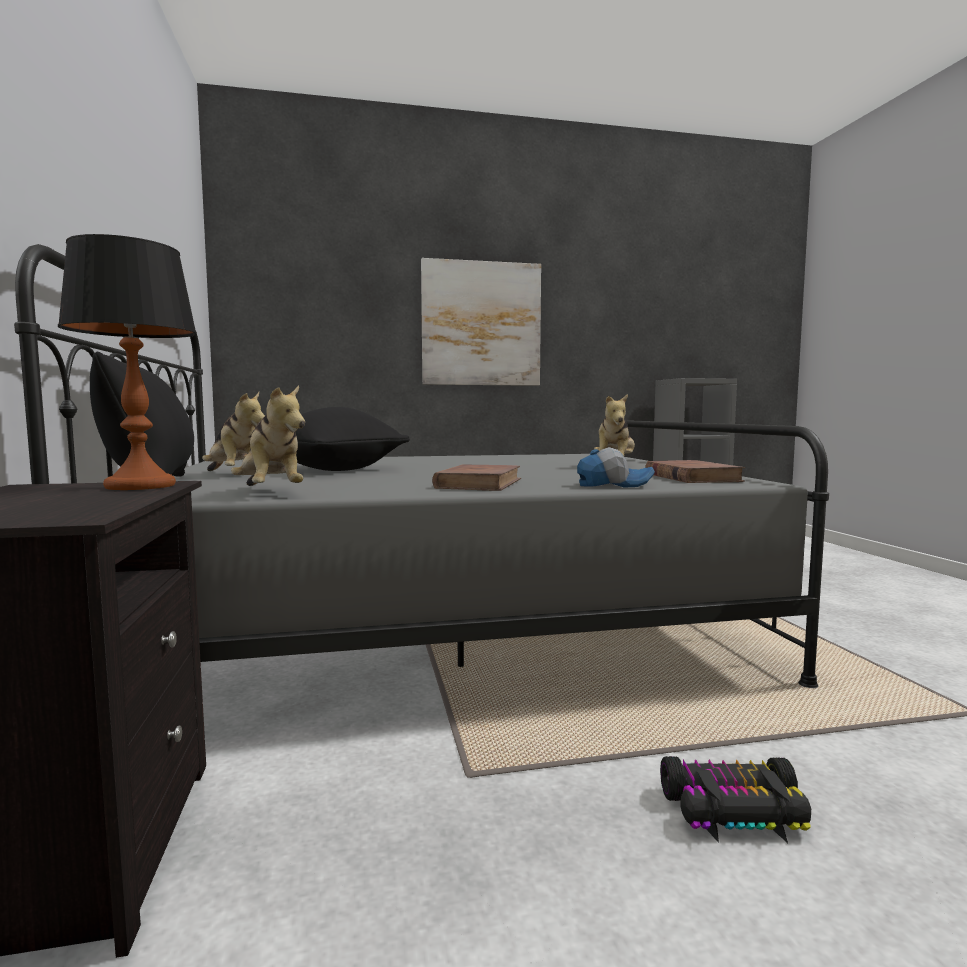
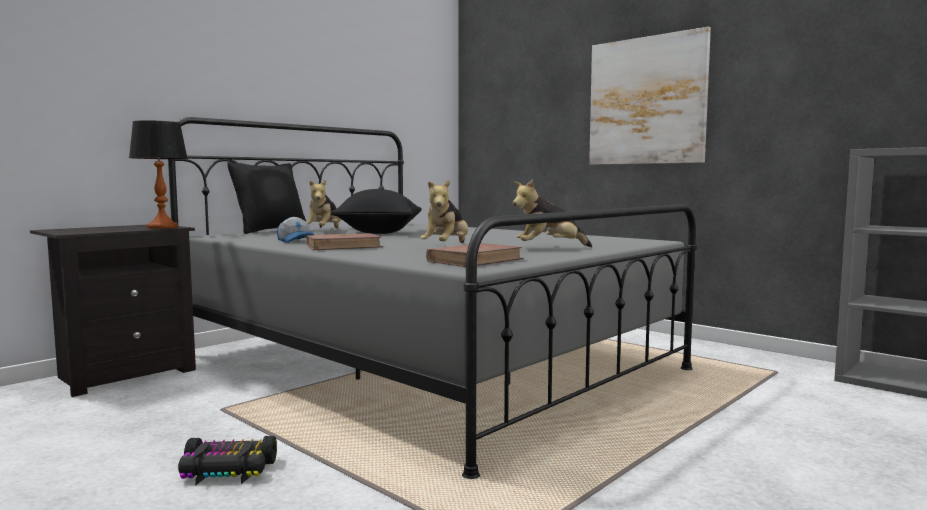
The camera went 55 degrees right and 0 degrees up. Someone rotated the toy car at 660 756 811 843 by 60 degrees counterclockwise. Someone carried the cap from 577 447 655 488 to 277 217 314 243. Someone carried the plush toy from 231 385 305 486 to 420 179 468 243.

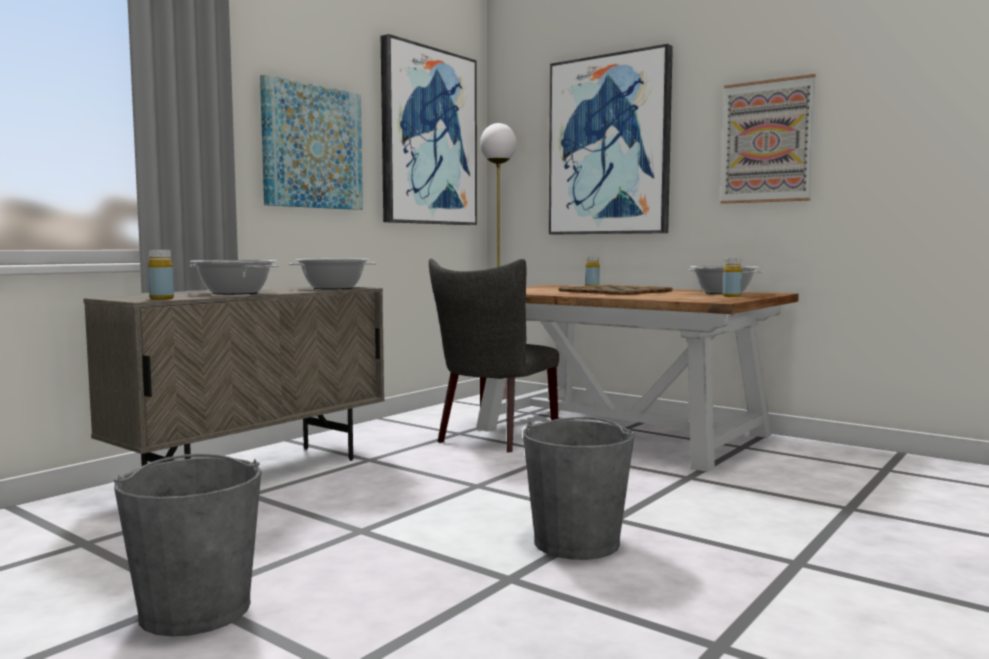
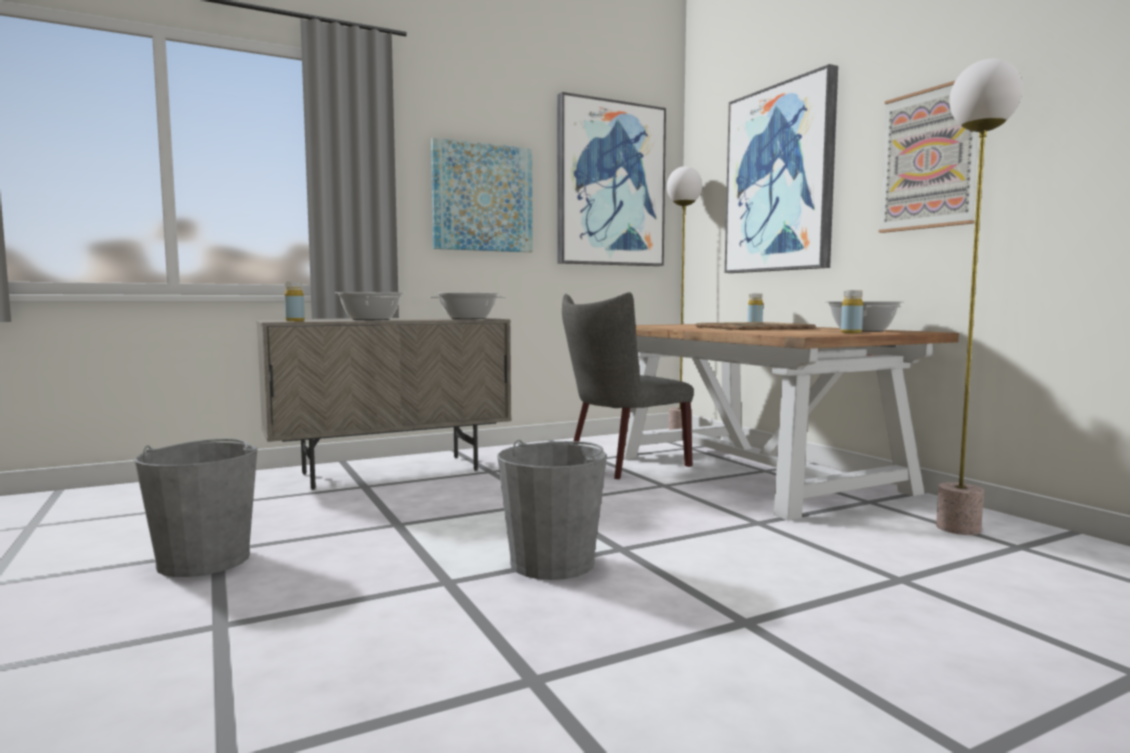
The camera went 25 degrees right and 0 degrees up. Someone put down the floor lamp at 936 59 1023 535.

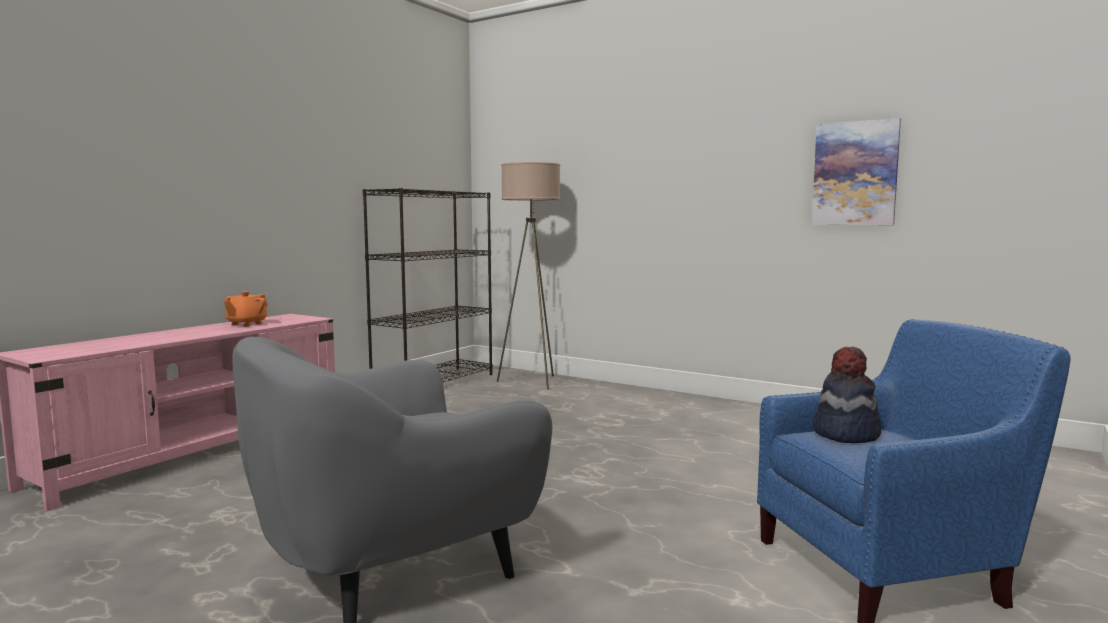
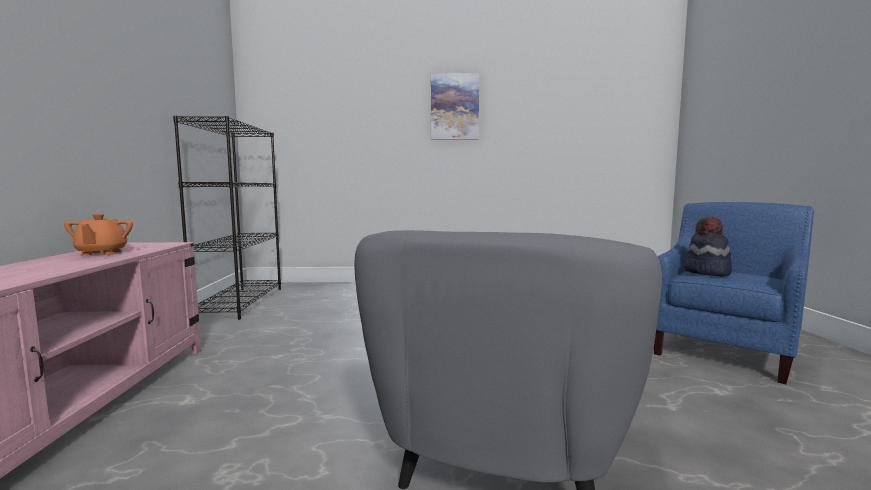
The camera went 35 degrees left and 0 degrees up. Someone carried the picture from 812 118 901 225 to 431 73 479 140. Someone took away the beige floor lamp at 497 162 560 390.

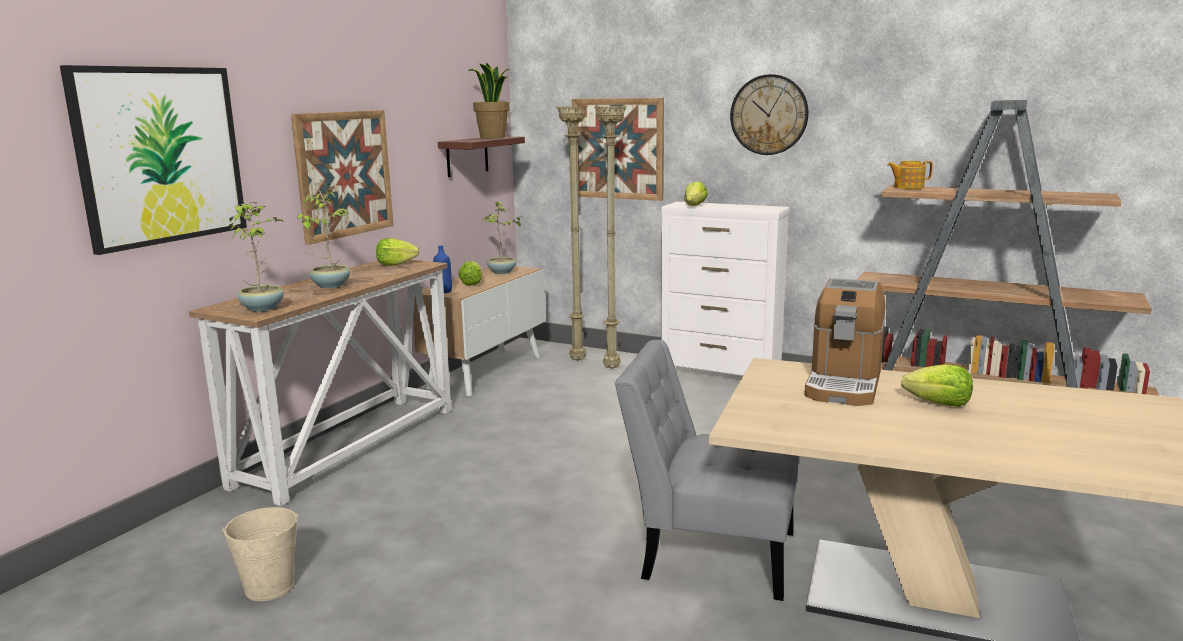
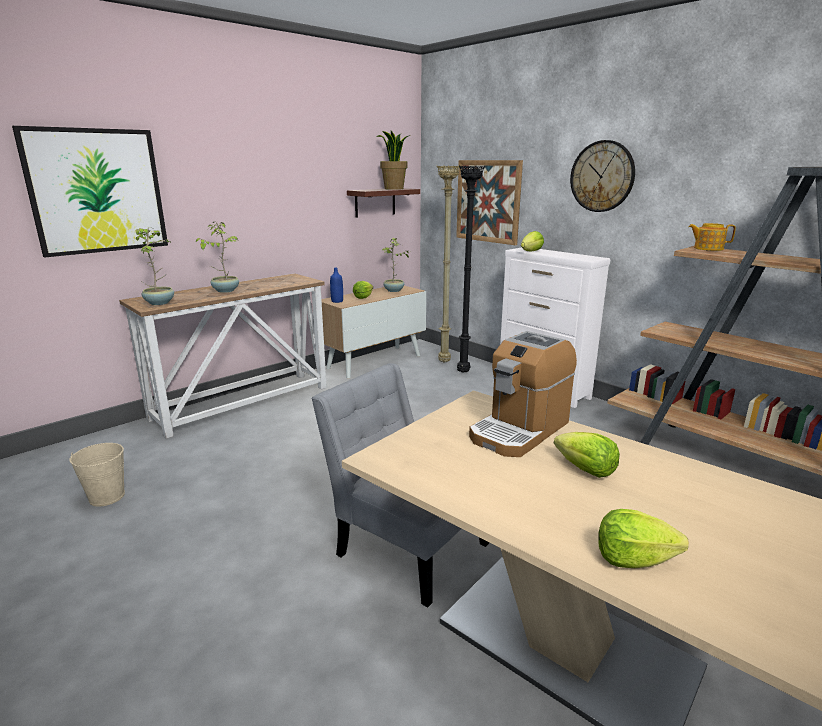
The camera went 20 degrees right and 5 degrees up. Someone repainted the beige floor lamp at 594 106 627 369, which became the black floor lamp at 457 166 485 373. Someone carried the lettuce from 376 238 419 266 to 598 509 689 568. Someone took away the picture at 291 110 394 245.

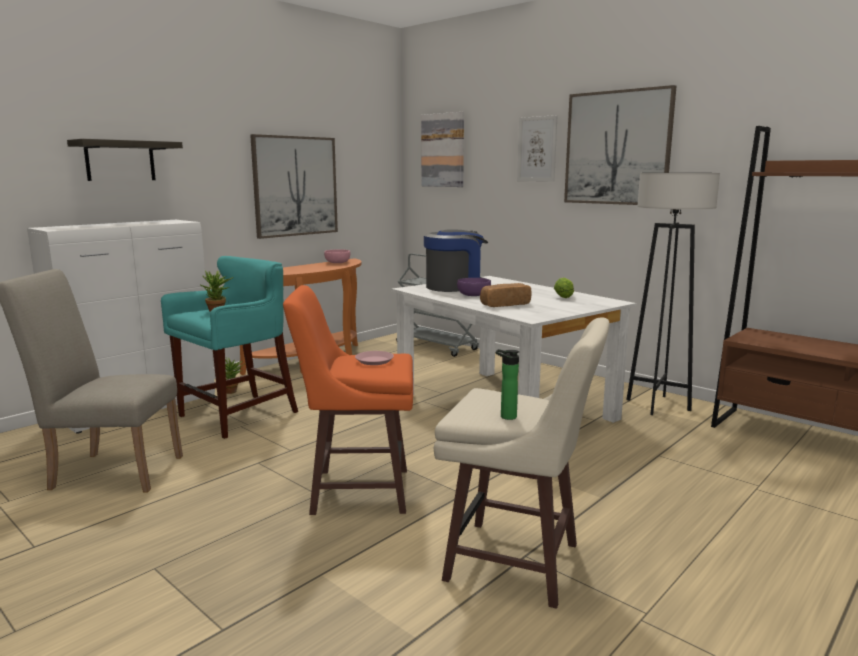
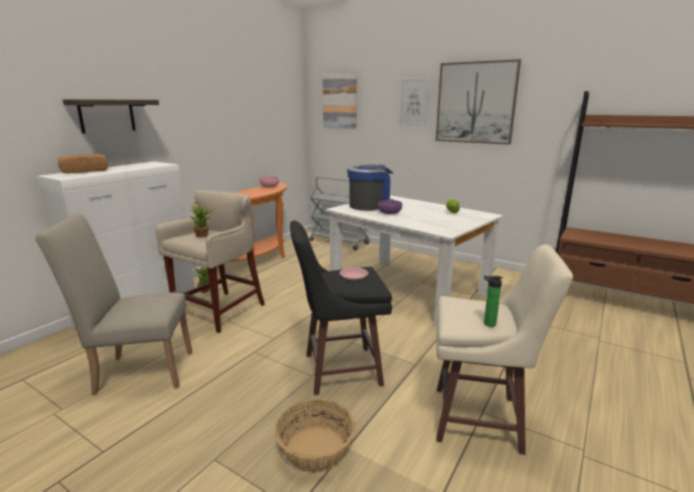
The camera went 10 degrees left and 5 degrees up. Someone carried the bread from 480 283 531 307 to 58 154 108 173. Someone repainted the turquoise stool at 161 256 298 439, which became the beige stool at 155 190 265 333. Someone put down the basket at 275 399 355 472. Someone repainted the orange stool at 283 285 413 515, which became the black stool at 290 221 392 395. Someone took away the picture at 250 134 338 239. Someone took away the grey floor lamp at 626 173 720 415.

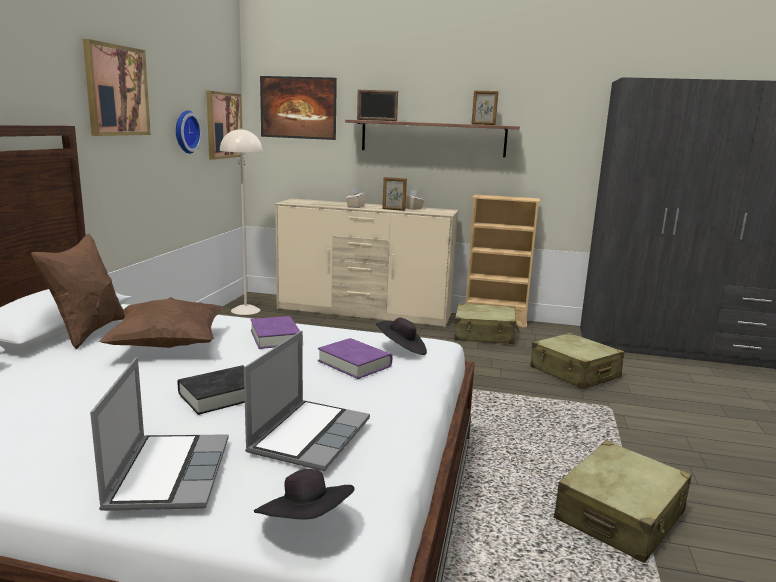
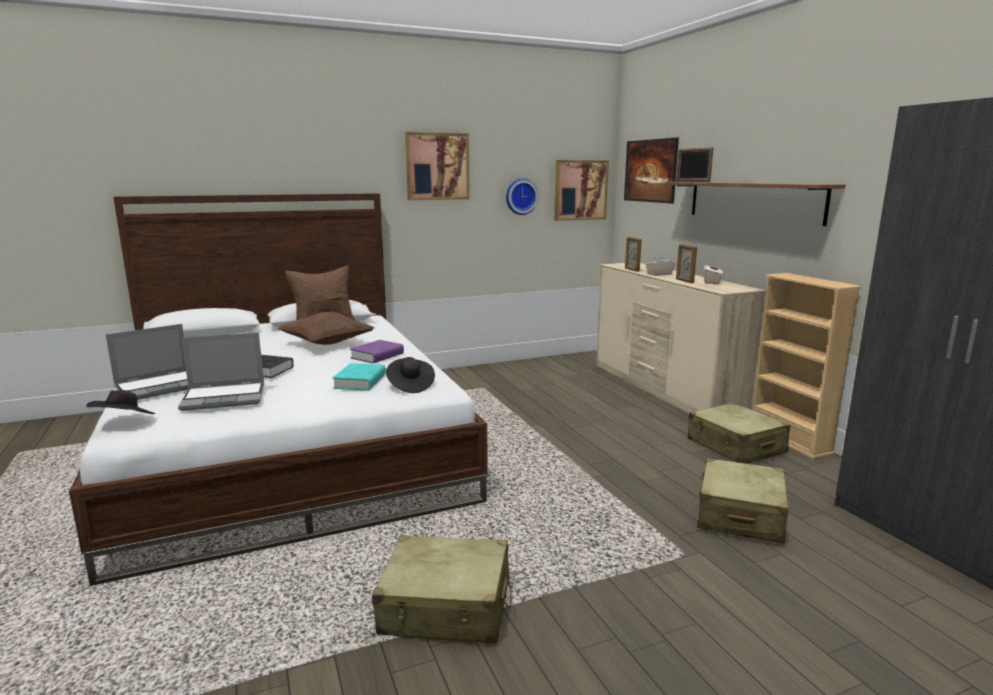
The camera went 55 degrees right and 0 degrees up. Someone repainted the purple book at 318 338 392 379, which became the turquoise book at 332 363 386 390. Someone carried the picture frame from 472 91 499 125 to 625 237 642 272. Someone took away the beige floor lamp at 220 128 263 315.

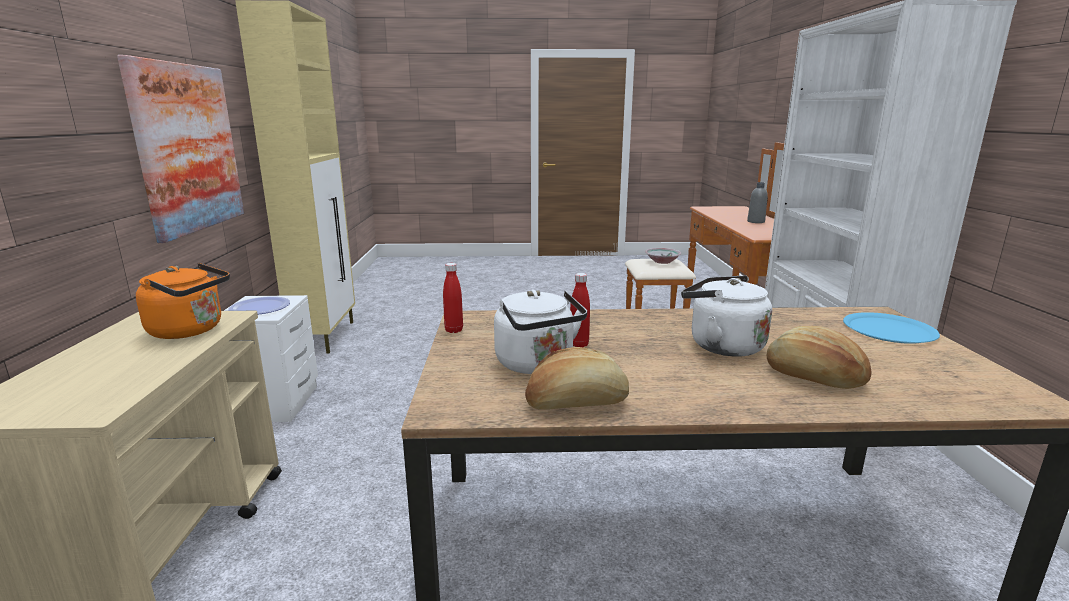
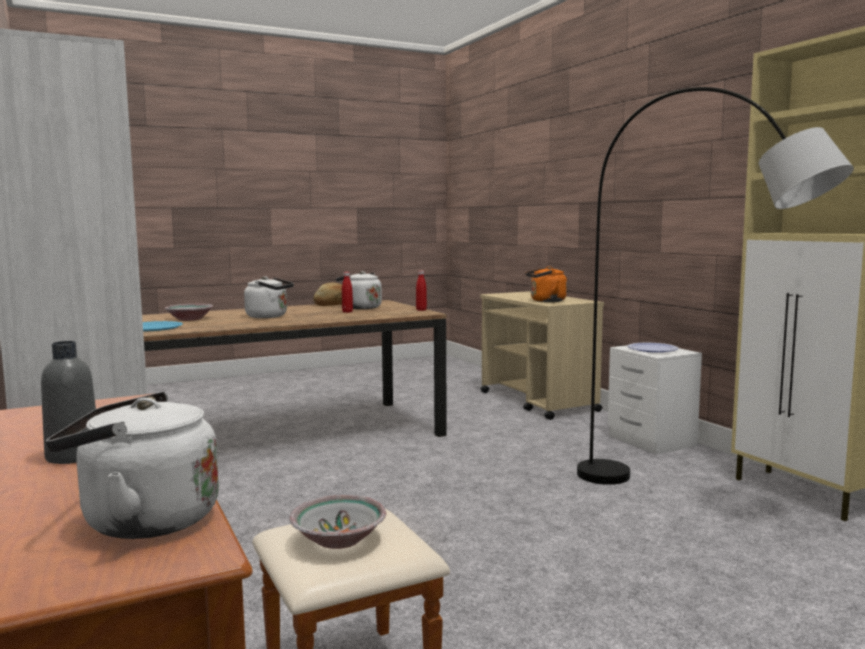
The camera went 155 degrees right and 10 degrees down. Someone put down the white kettle at 46 392 219 539. Someone put down the bowl at 165 304 213 321. Someone put down the grey floor lamp at 577 87 854 485. Someone took away the picture at 117 55 244 243. Someone took away the bread at 767 326 871 389.

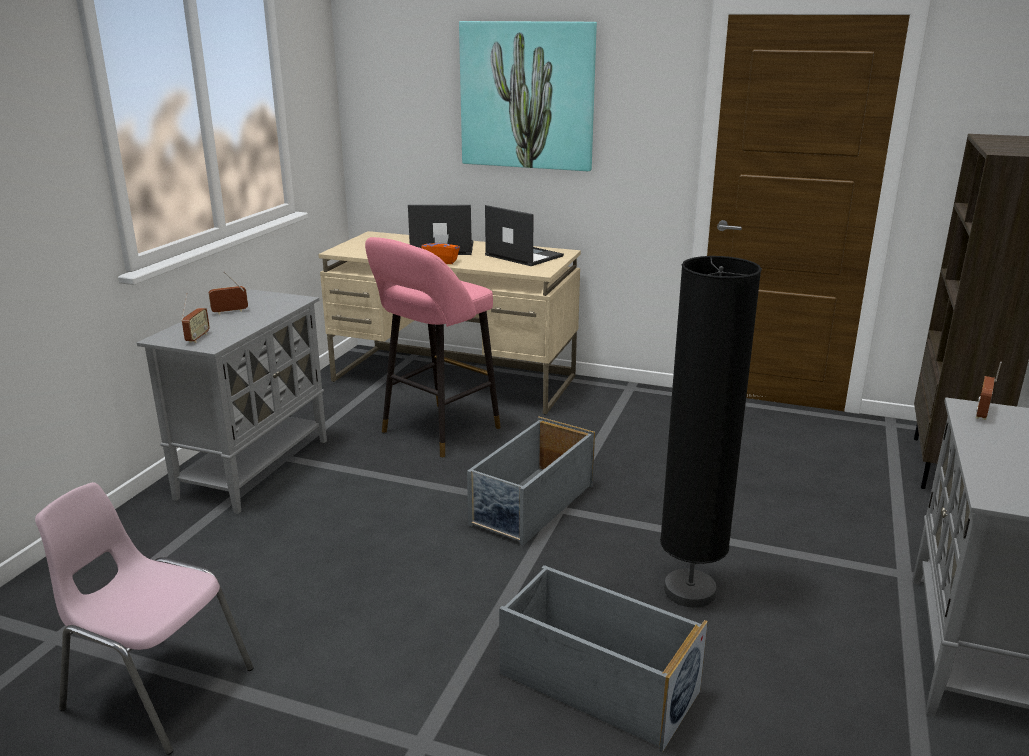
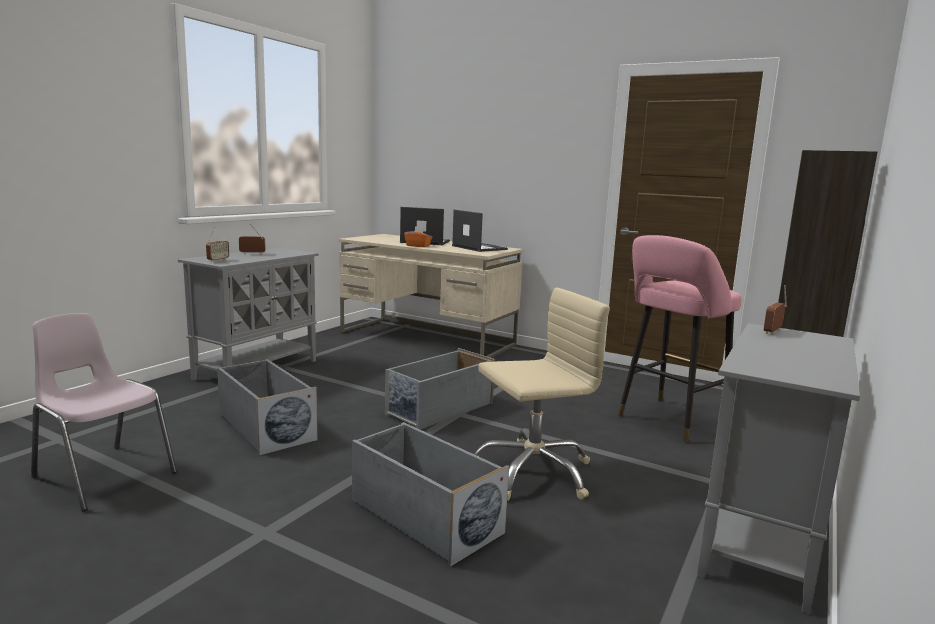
The camera went 10 degrees right and 10 degrees down. Someone put down the grey storage box at 217 359 318 455. Someone swapped the black floor lamp at 660 256 762 608 for the beige office chair at 474 288 610 501. Someone carried the pink stool from 365 237 501 457 to 618 235 742 443. Someone took away the picture at 459 21 597 171.

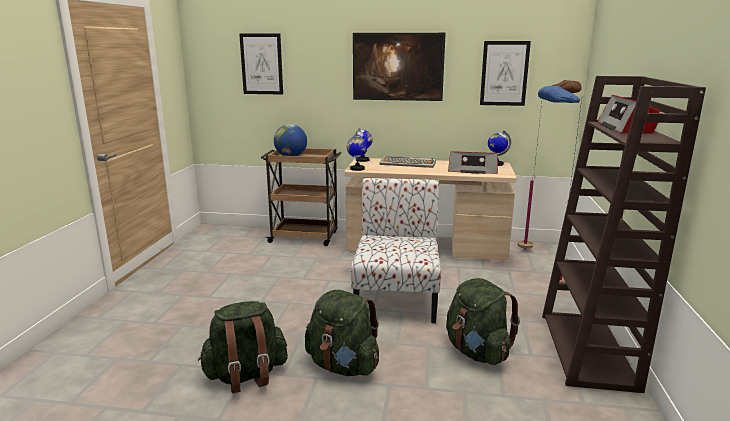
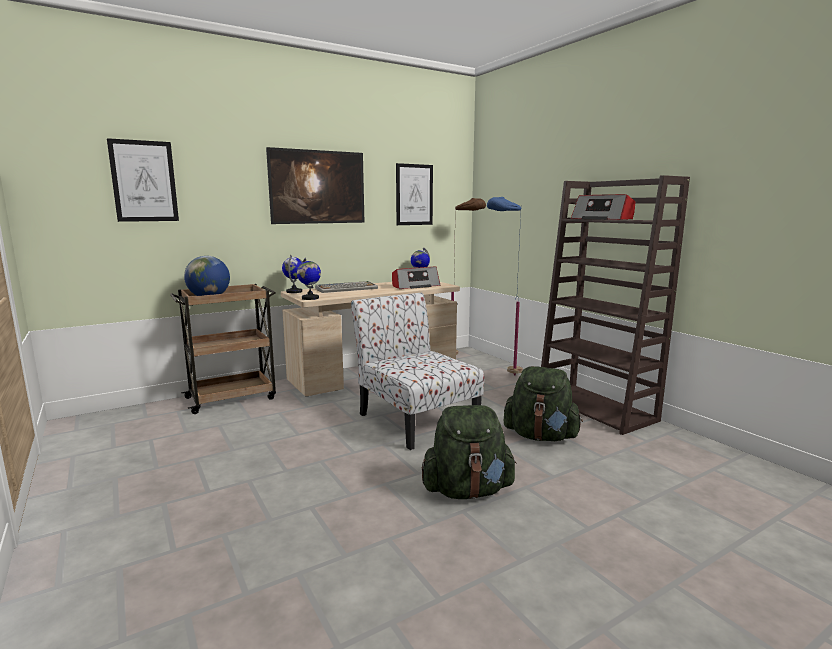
The camera went 40 degrees left and 5 degrees down. Someone took away the green backpack at 198 301 288 394.

